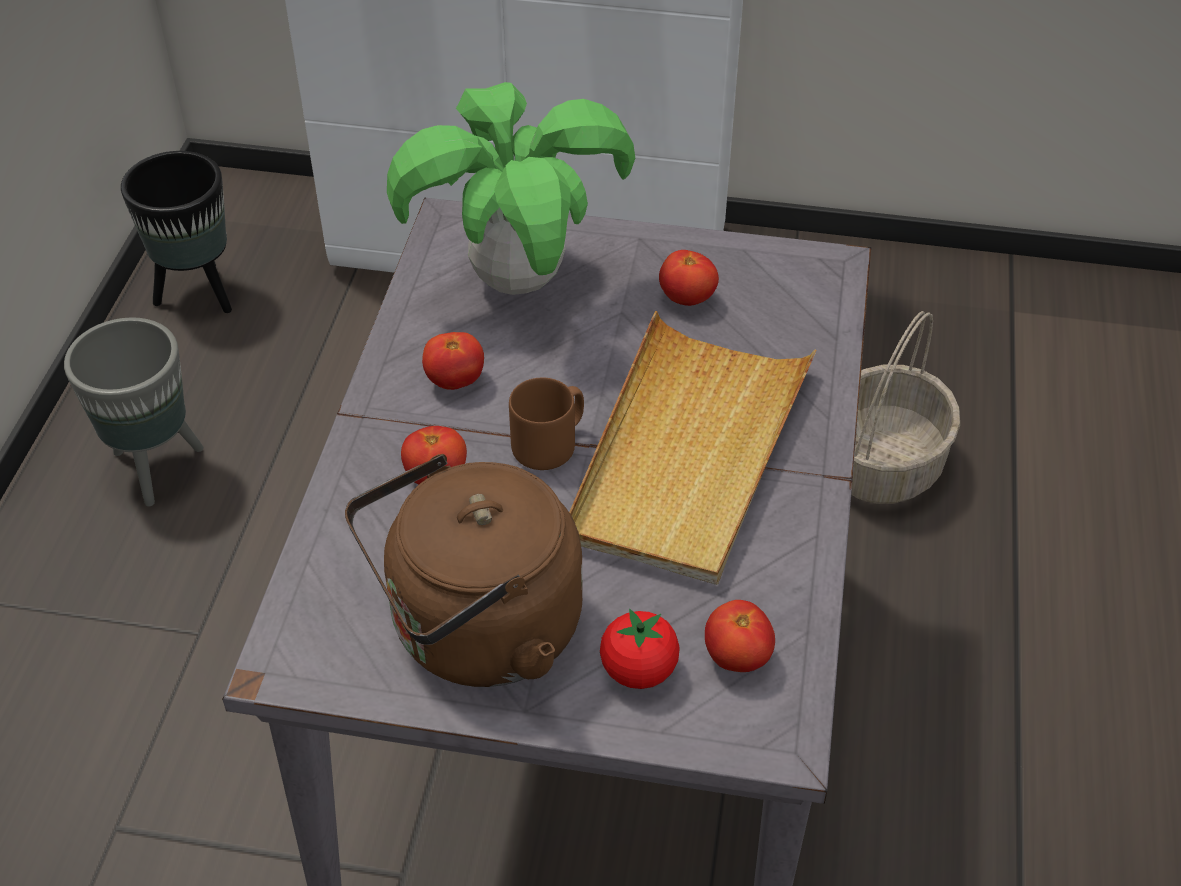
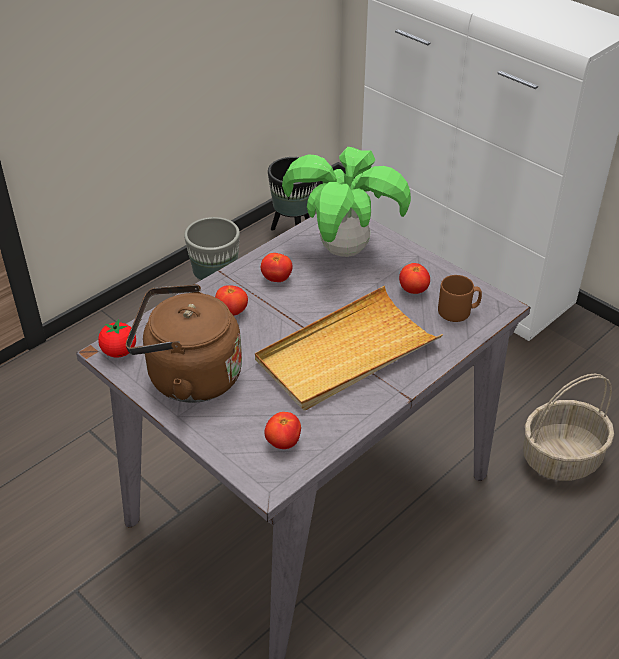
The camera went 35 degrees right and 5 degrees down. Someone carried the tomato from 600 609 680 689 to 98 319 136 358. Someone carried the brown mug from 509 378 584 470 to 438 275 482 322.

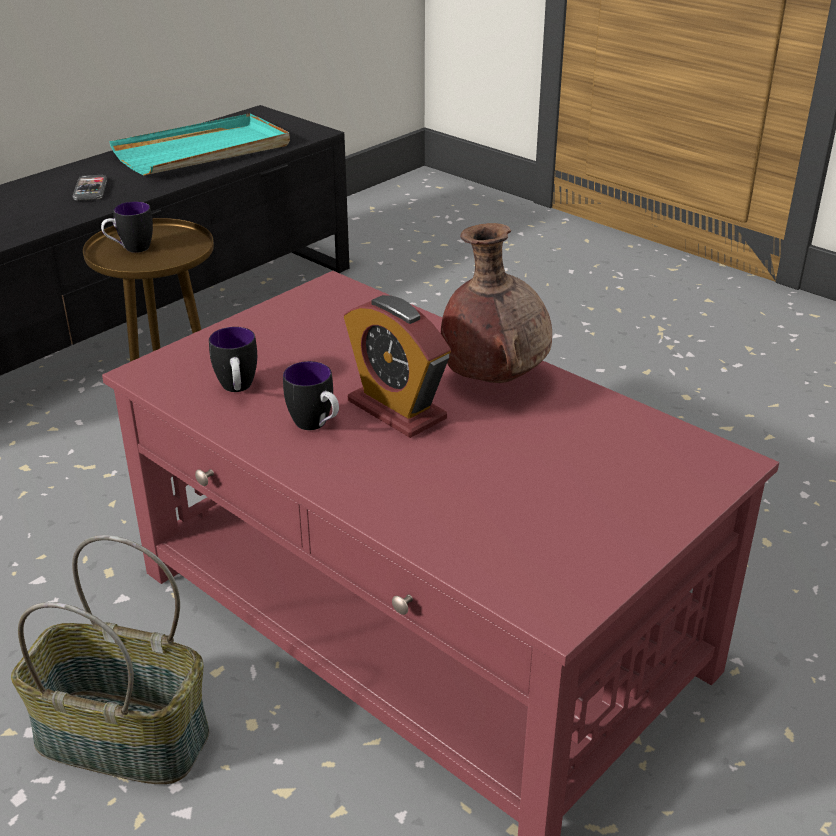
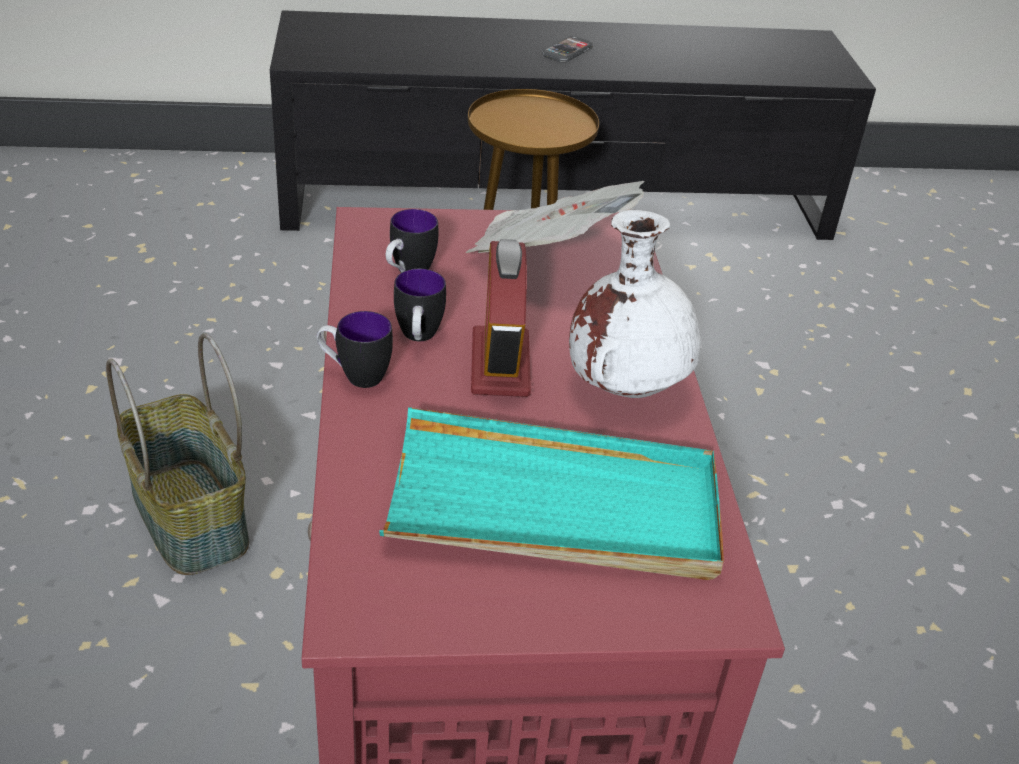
The camera went 40 degrees right and 5 degrees up. Someone carried the mug from 101 202 153 253 to 317 311 393 388. Someone carried the turquoise tray from 109 113 290 176 to 379 407 724 580. Someone put down the newspaper at 466 181 645 253. Someone repainted the brown vase at 441 223 552 383, which became the white vase at 569 210 701 398.

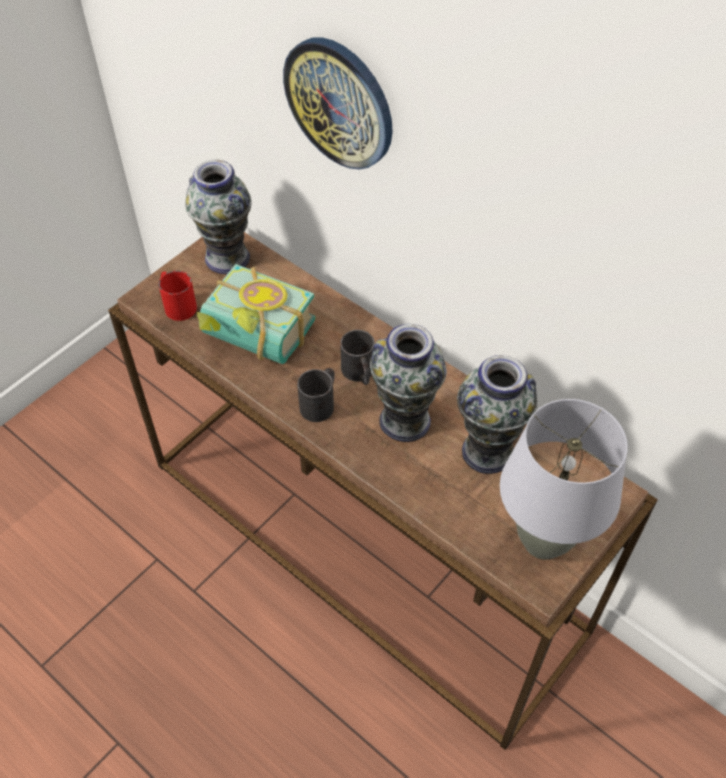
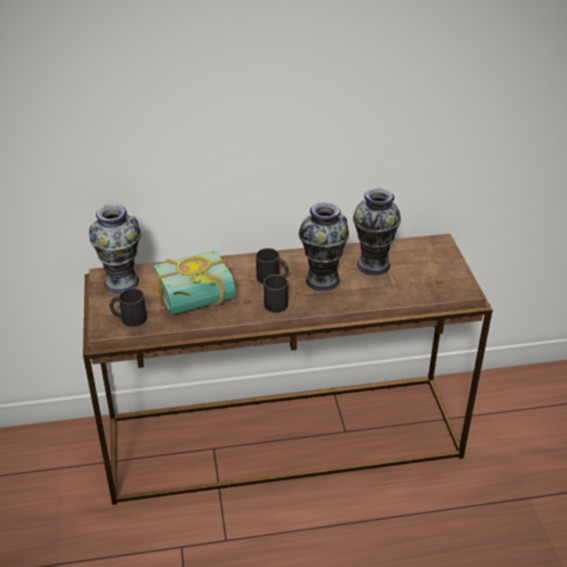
The camera went 50 degrees left and 15 degrees down. Someone repainted the red mug at 159 271 197 321, which became the black mug at 110 288 147 327. Someone took away the wall clock at 283 37 393 169. Someone took away the grey table lamp at 500 399 628 560.

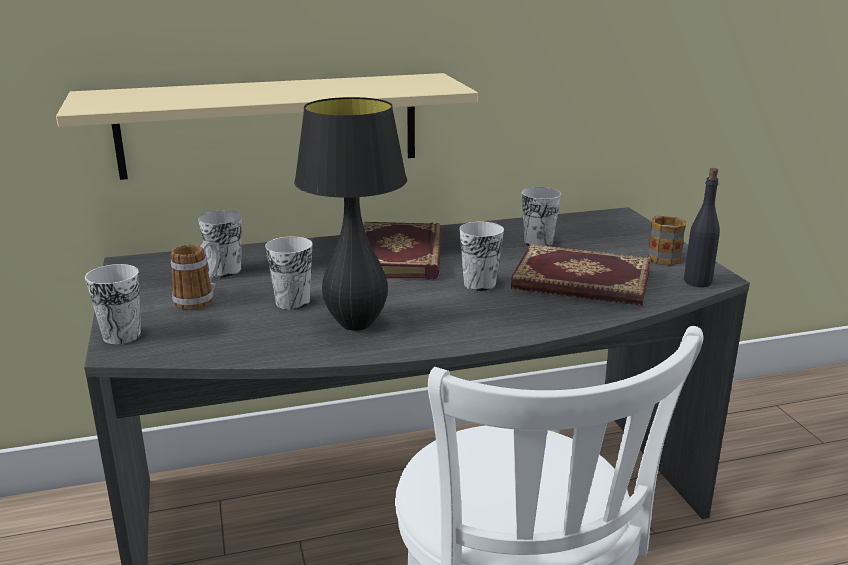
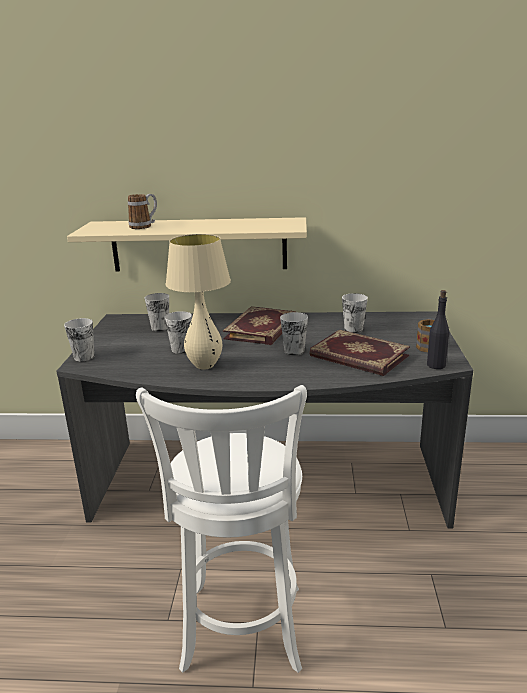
The camera went 20 degrees right and 0 degrees up. Someone carried the mug from 171 241 218 310 to 128 194 157 229. Someone repainted the black table lamp at 294 97 407 331, which became the beige table lamp at 165 234 231 370.

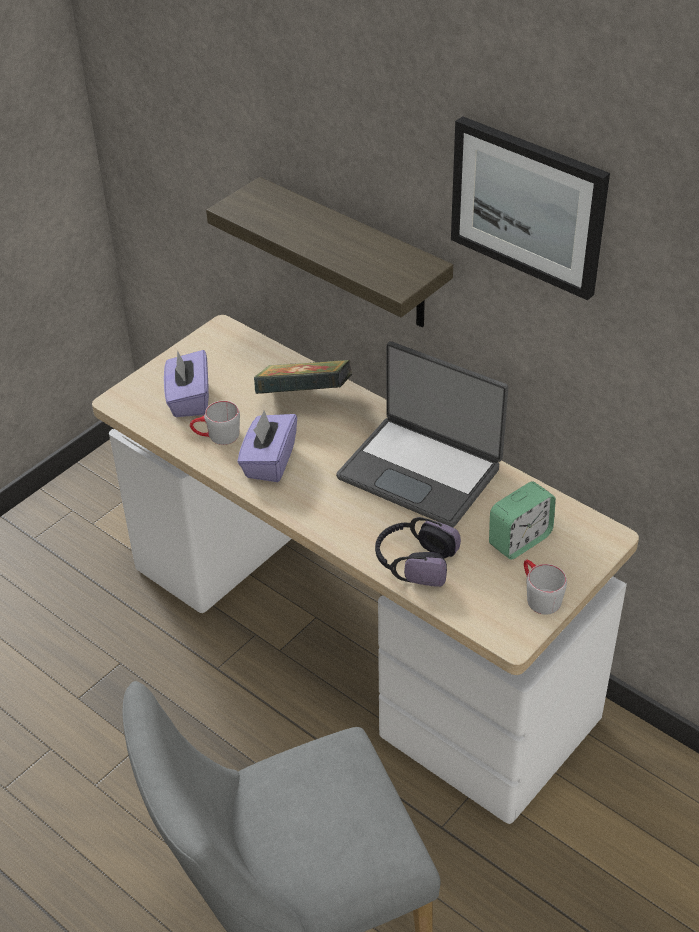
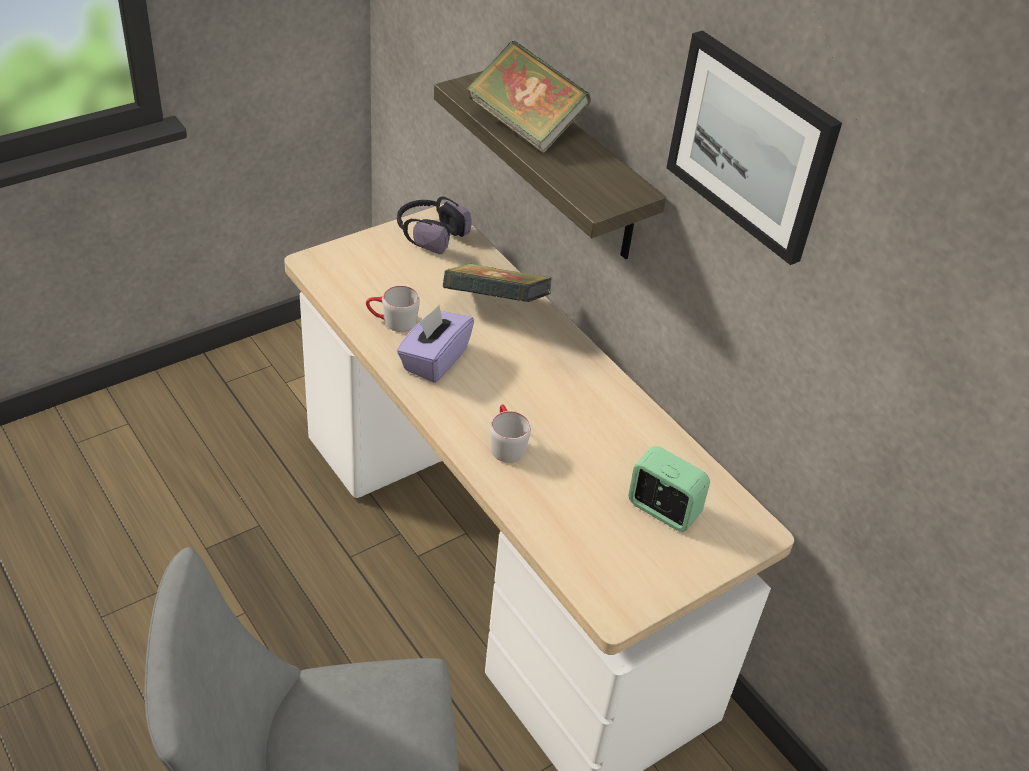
The camera went 10 degrees right and 0 degrees up. Someone carried the headphones from 375 517 461 587 to 397 196 472 254. Someone put down the book at 467 41 591 153. Someone carried the grey mug from 524 560 567 615 to 490 404 531 463. Someone rotated the alarm clock at 489 481 556 560 by 120 degrees counterclockwise. Someone took away the purple tissue box at 164 350 209 417. Someone took away the laptop at 336 341 508 527.

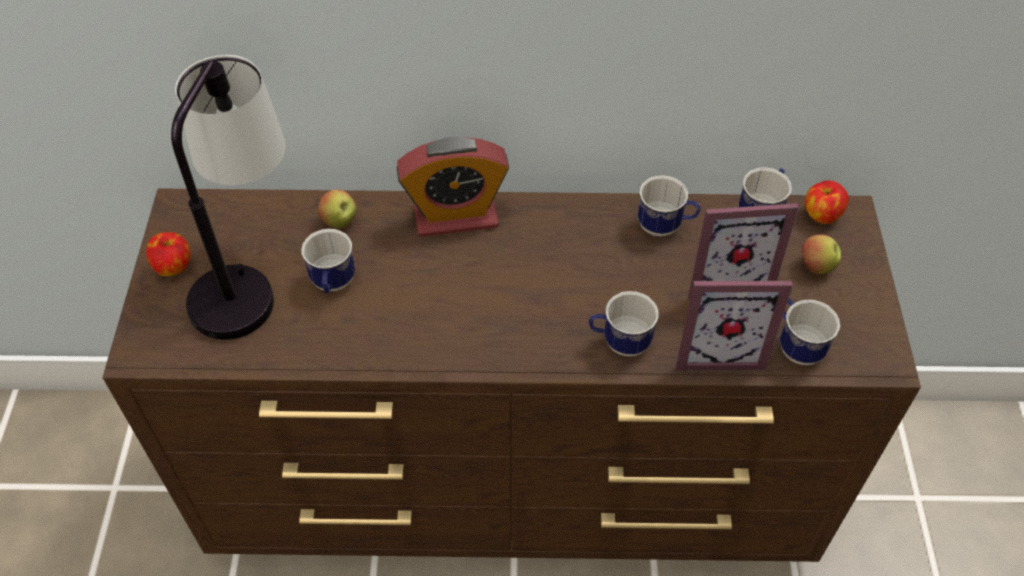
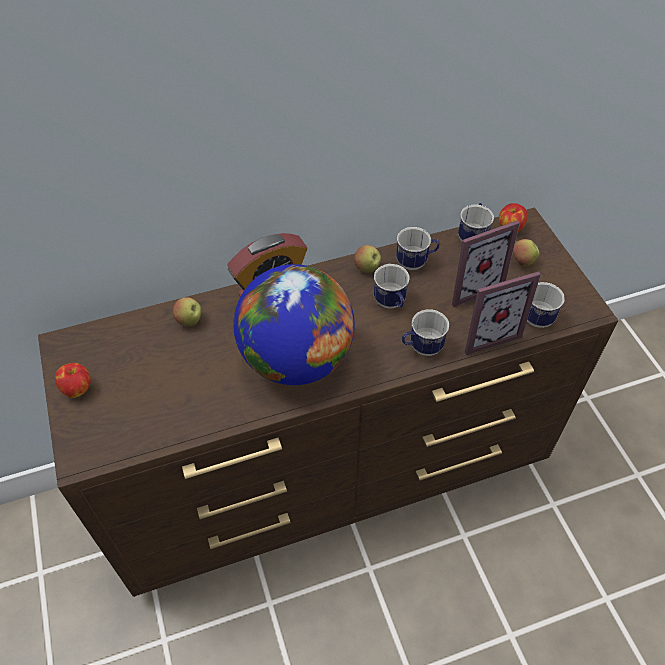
The camera went 20 degrees left and 0 degrees up. Someone put down the globe at 233 264 355 385. Someone put down the apple at 354 245 381 273. Someone carried the mug from 301 229 355 293 to 374 264 409 309. Someone took away the table lamp at 171 55 286 340.

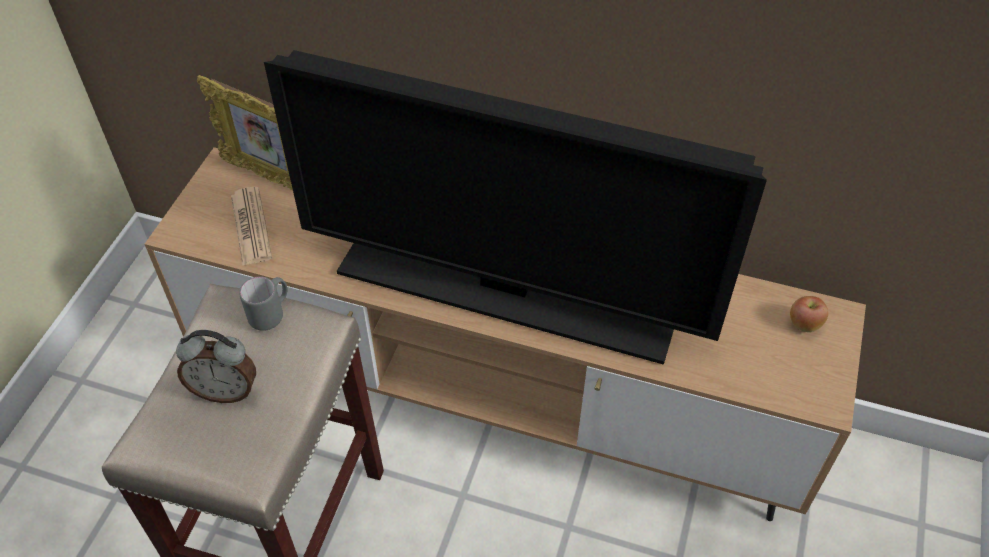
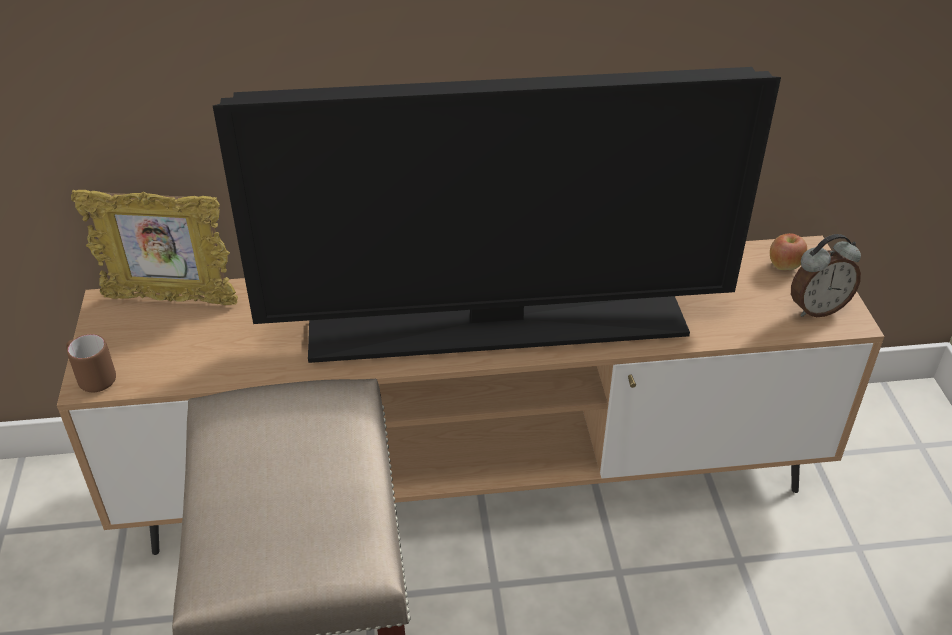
The camera went 25 degrees left and 10 degrees down. Someone put down the brown mug at 66 334 116 392. Someone carried the alarm clock from 176 330 256 403 to 791 234 861 317. Someone took away the newspaper at 231 187 272 266. Someone took away the grey mug at 239 276 288 331.

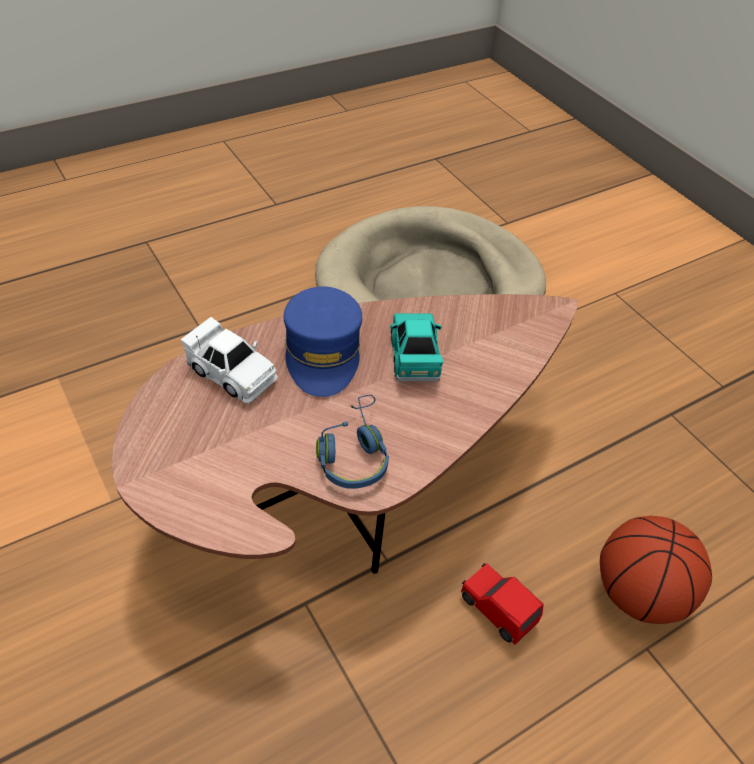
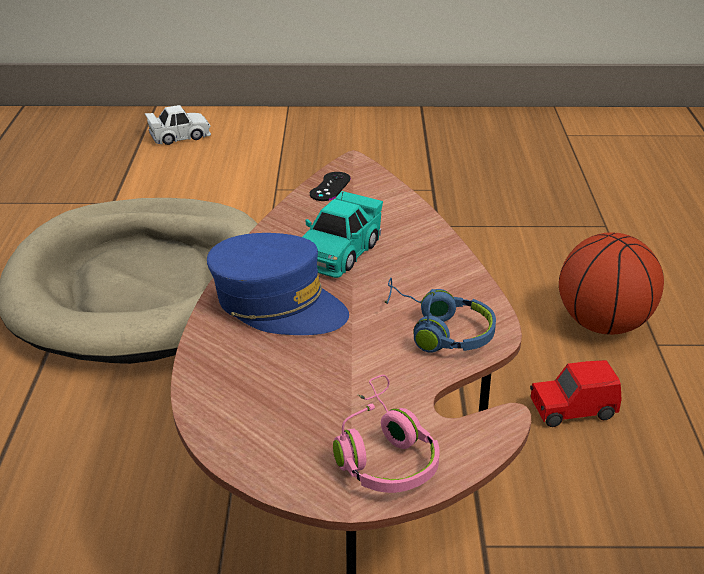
The camera went 55 degrees left and 15 degrees down. Someone carried the white toy car from 181 317 278 404 to 145 105 211 145. Someone rotated the turquoise toy car at 390 313 443 382 by 90 degrees counterclockwise. Someone put down the black game controller at 310 172 351 201. Someone put down the pink headphones at 333 375 440 493.

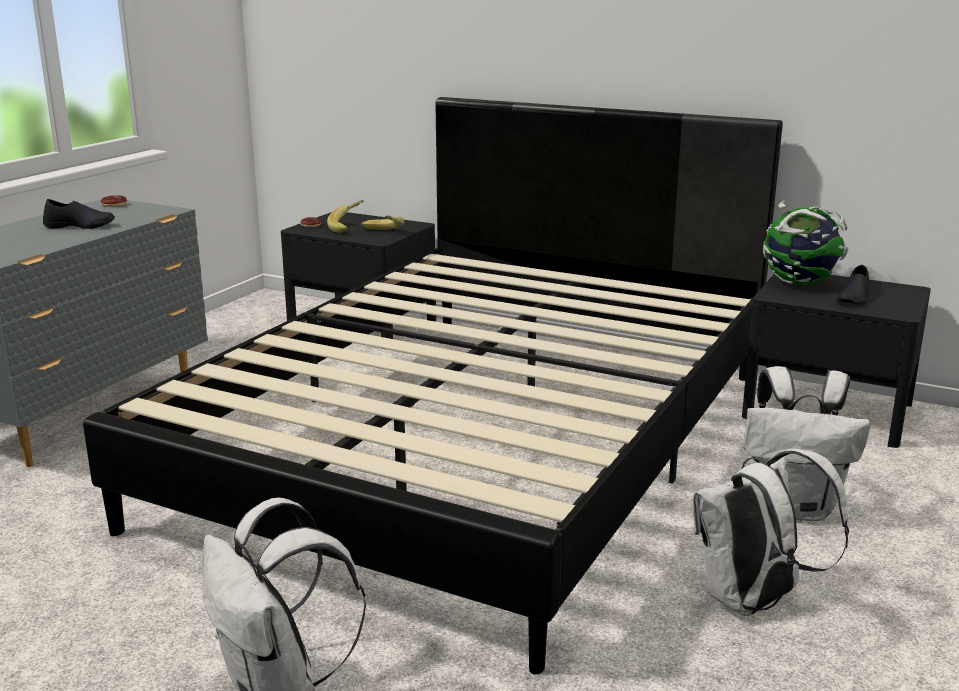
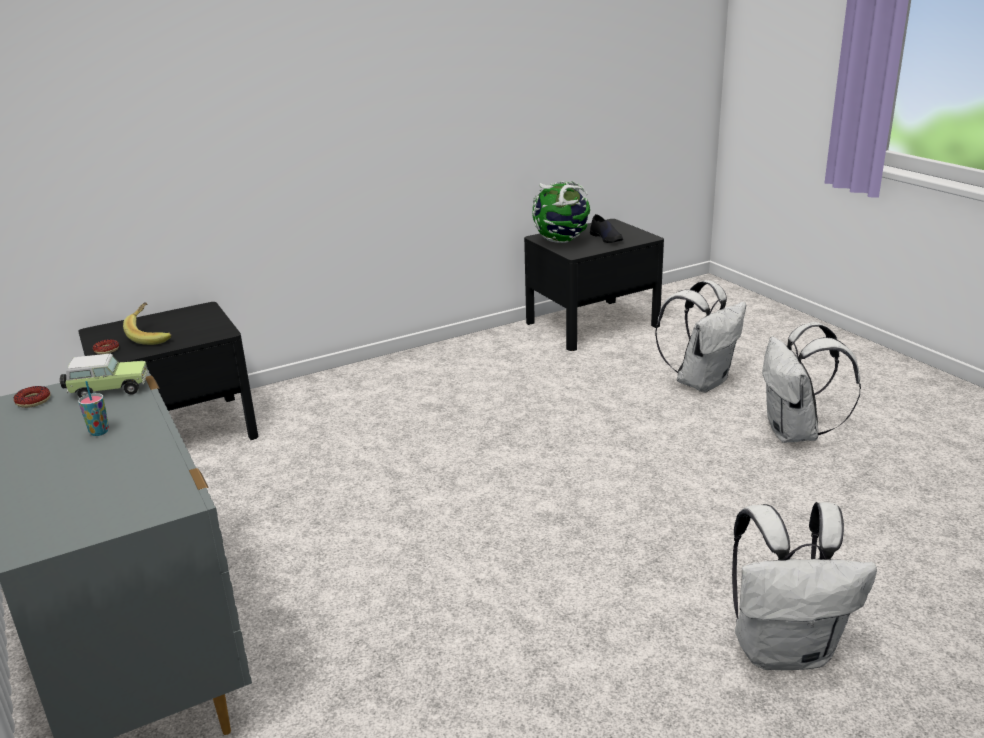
The camera went 55 degrees left and 5 degrees up. Someone put down the toy car at 60 354 148 398. Someone swapped the black shoe at 43 199 115 229 for the cup at 78 381 109 436. Someone took away the black bed at 83 97 783 674. Someone took away the banana at 361 216 404 230.

